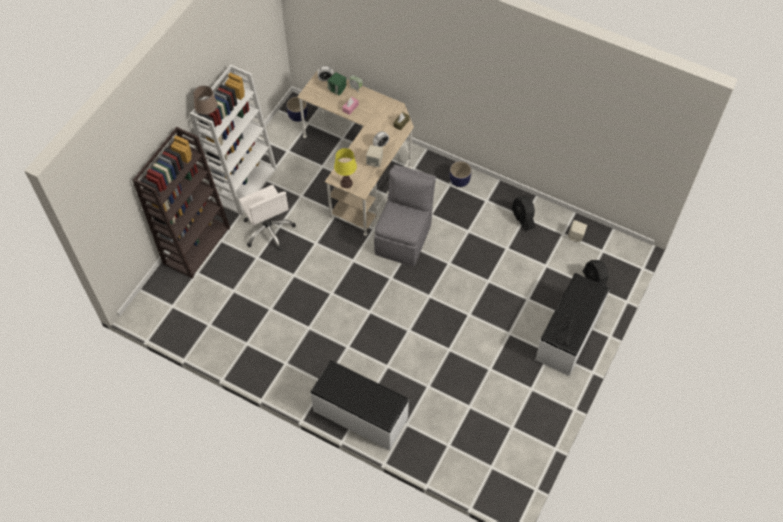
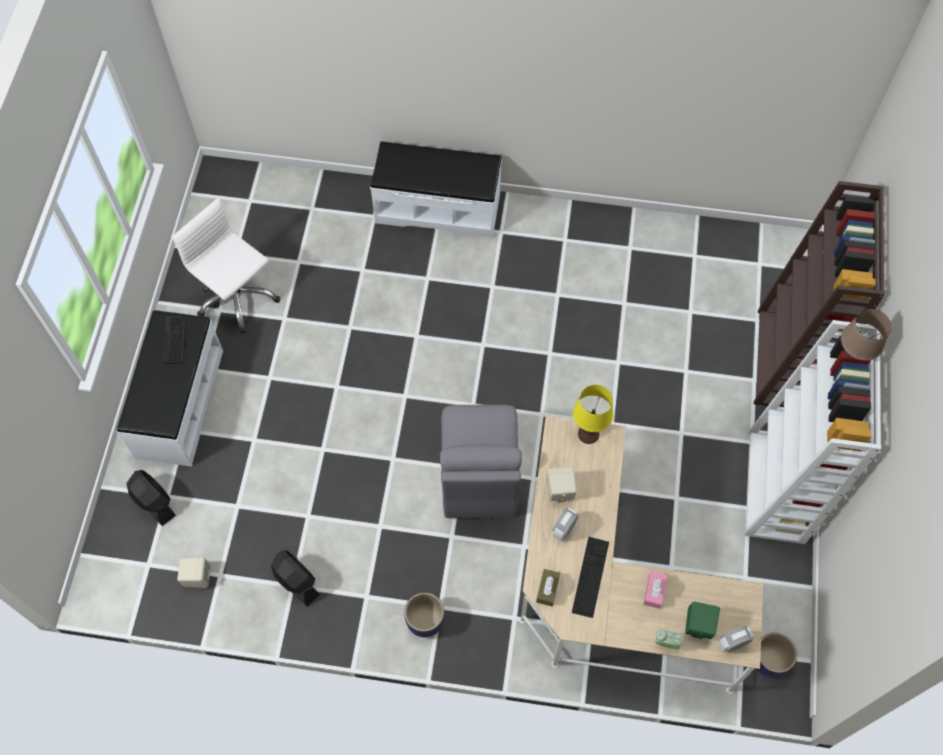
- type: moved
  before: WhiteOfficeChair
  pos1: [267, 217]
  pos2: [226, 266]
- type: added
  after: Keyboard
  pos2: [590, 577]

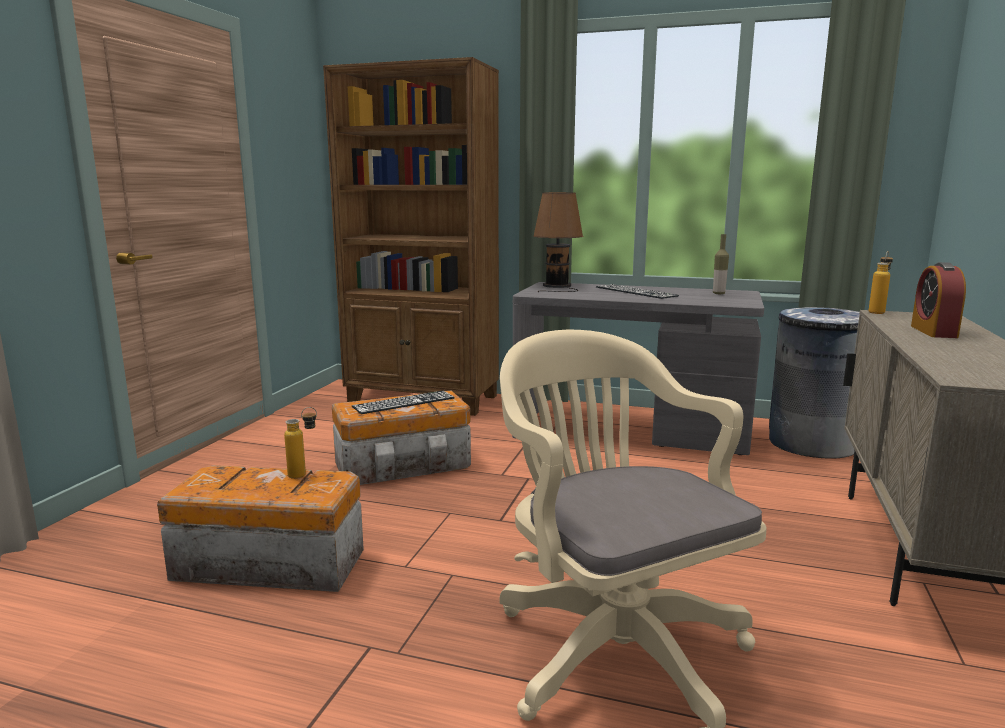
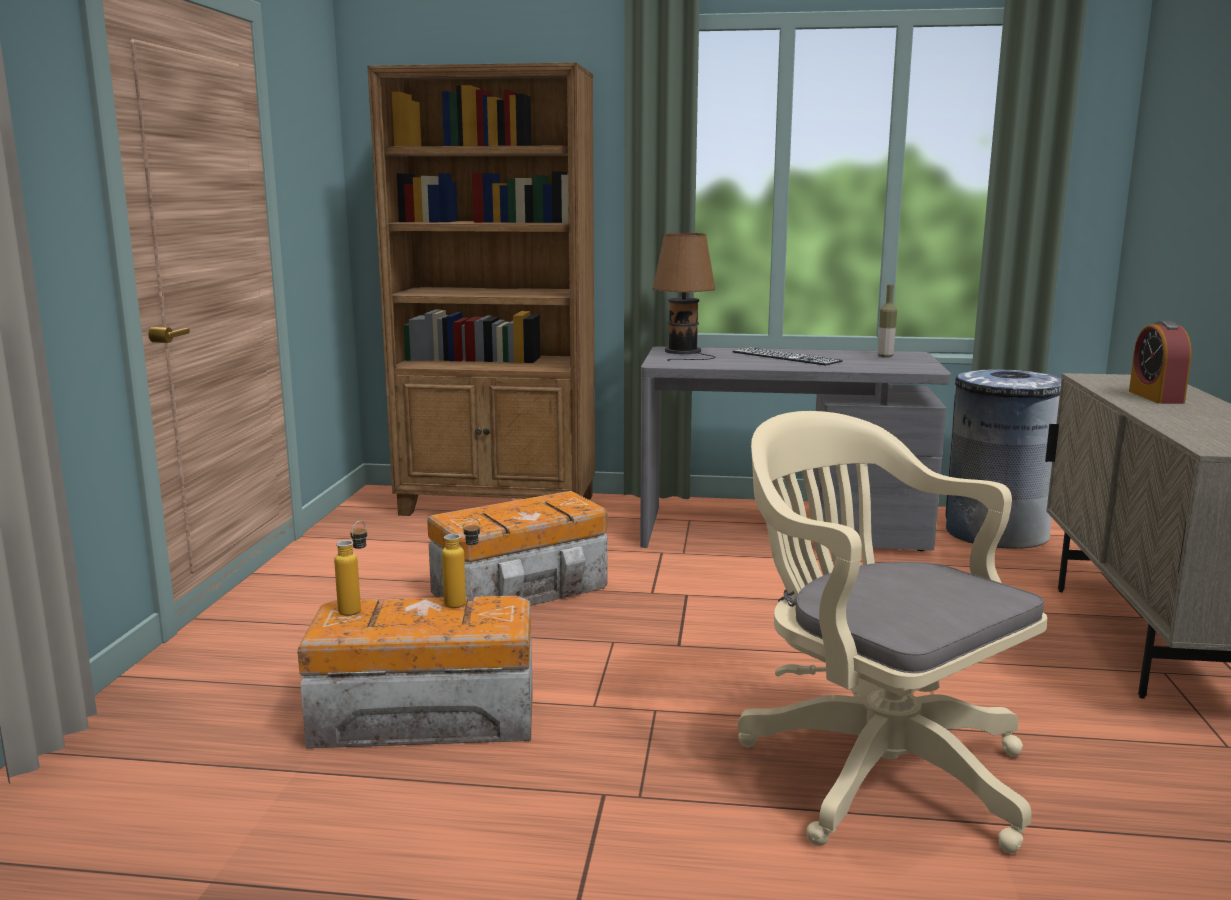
- type: moved
  before: Bottle
  pos1: [880, 282]
  pos2: [350, 568]
- type: removed
  before: Keyboard
  pos1: [403, 402]

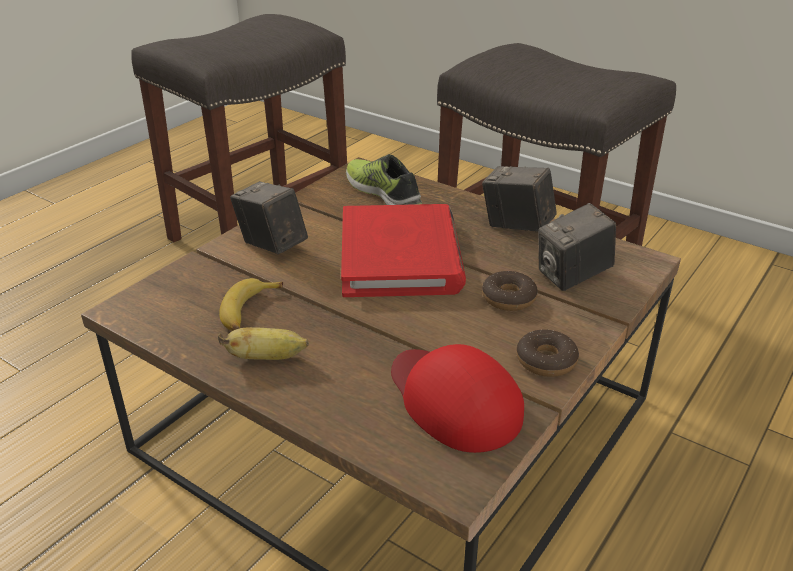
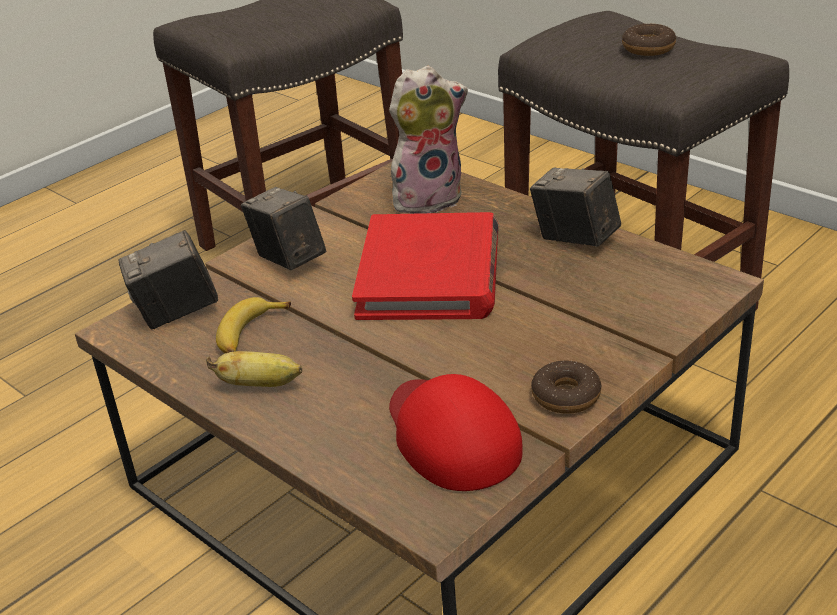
- type: moved
  before: PhotoCamera
  pos1: [577, 247]
  pos2: [168, 279]
- type: replaced
  before: Shoe
  after: PlushToy
  pos1: [384, 179]
  pos2: [428, 140]
- type: moved
  before: Donut
  pos1: [510, 291]
  pos2: [649, 40]

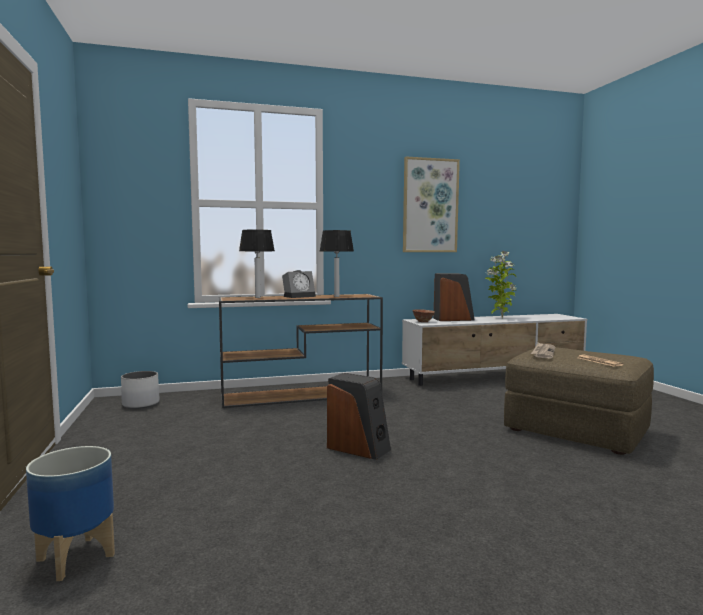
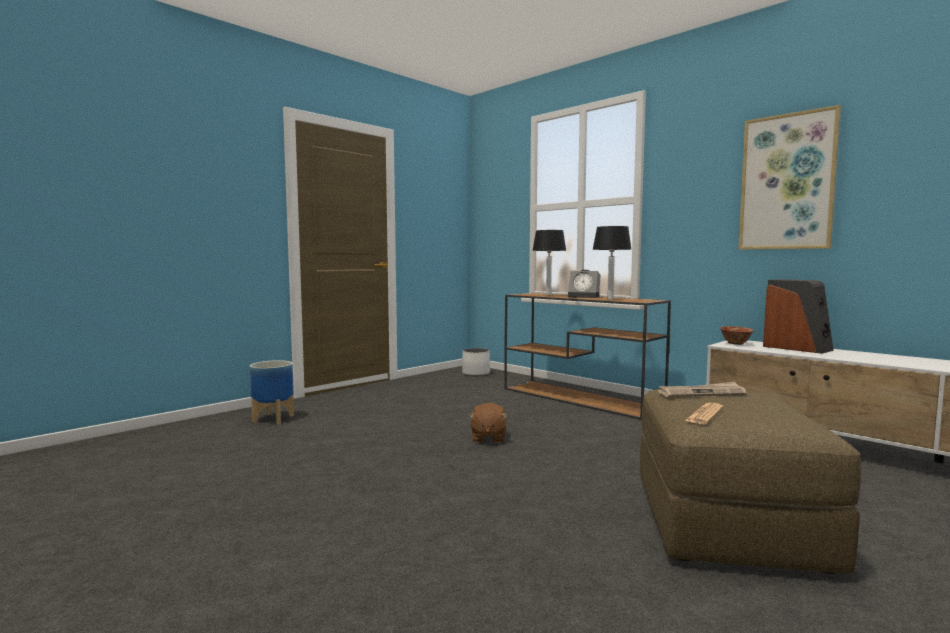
- type: replaced
  before: Speaker
  after: BrownPlushToy
  pos1: [359, 416]
  pos2: [488, 423]
- type: removed
  before: PottedPlant
  pos1: [501, 284]

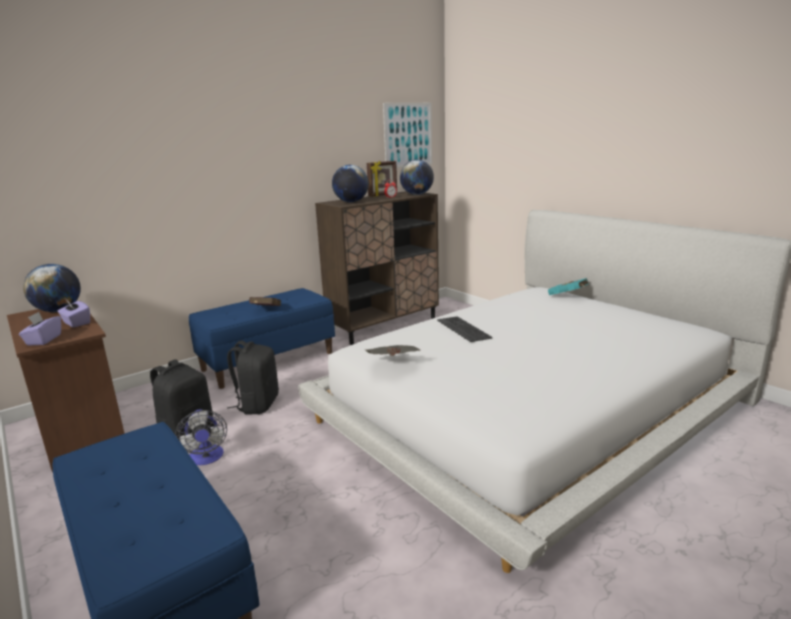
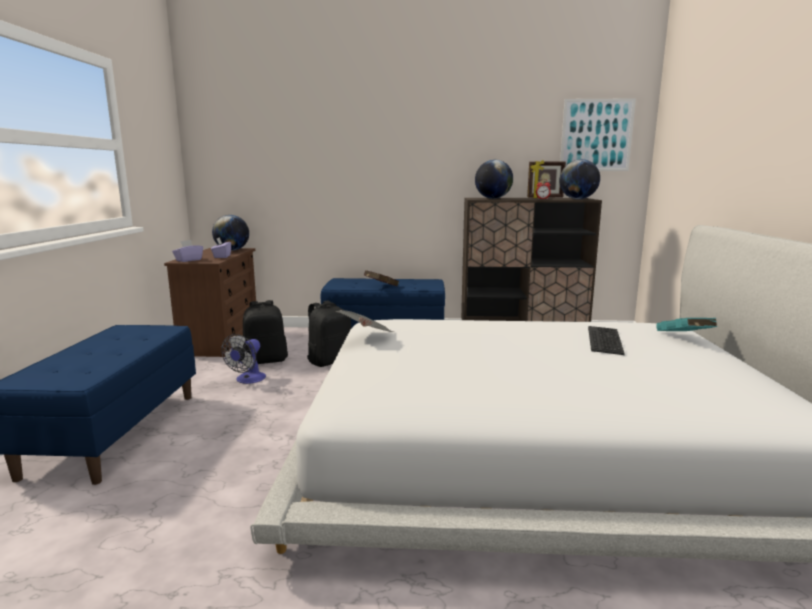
- type: moved
  before: Keyboard
  pos1: [464, 329]
  pos2: [606, 340]

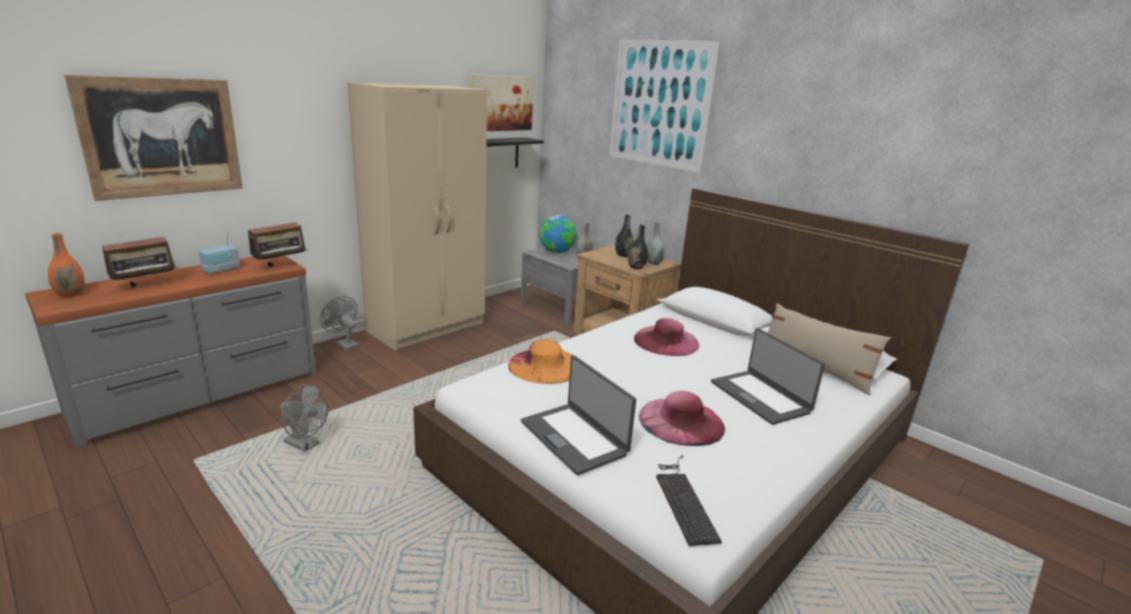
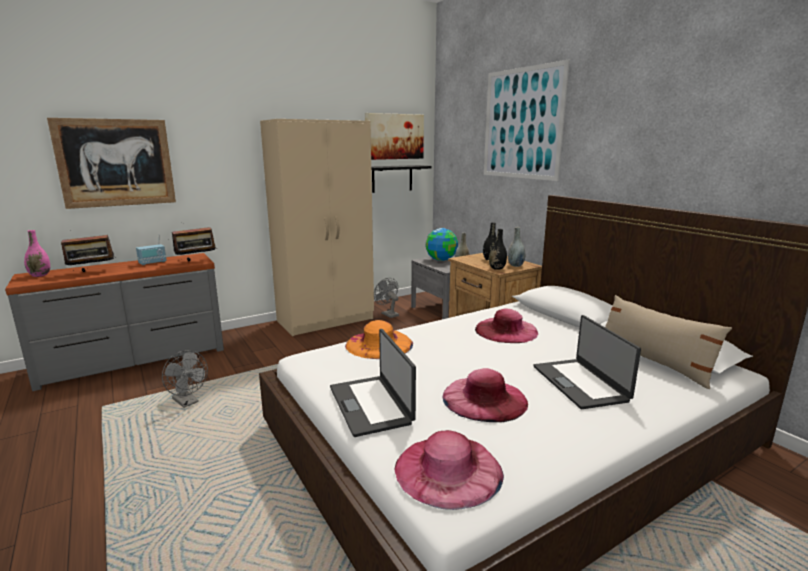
- type: recoloured
  before: OrangeVase
  after: PinkVase
  pos1: [66, 265]
  pos2: [37, 253]
- type: moved
  before: GreyFan
  pos1: [339, 323]
  pos2: [386, 298]
- type: replaced
  before: Keyboard
  after: PinkHat
  pos1: [689, 500]
  pos2: [449, 470]

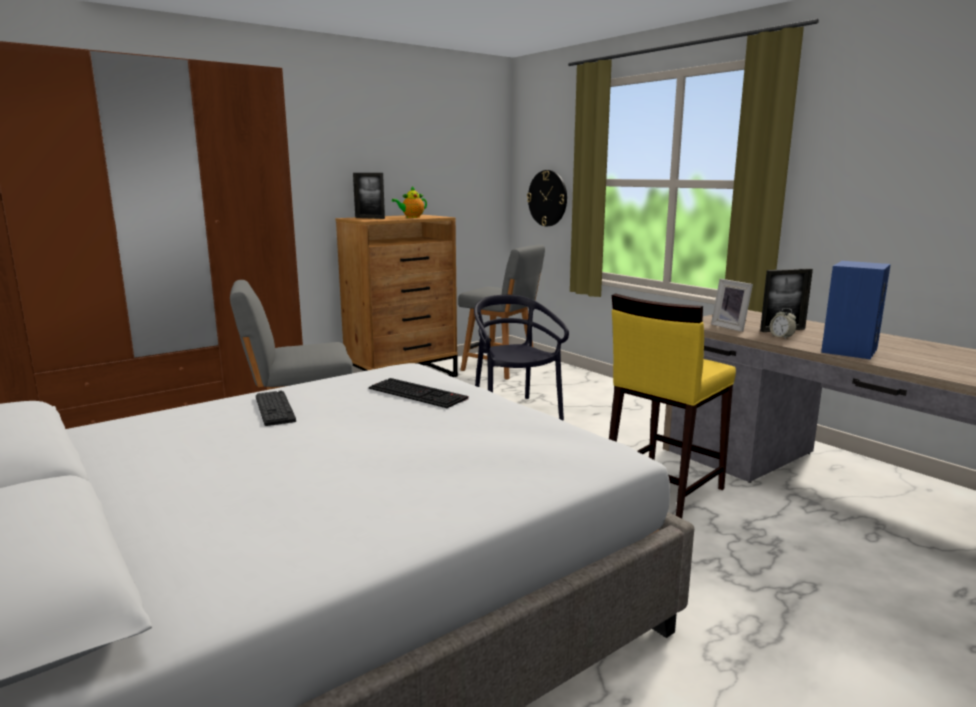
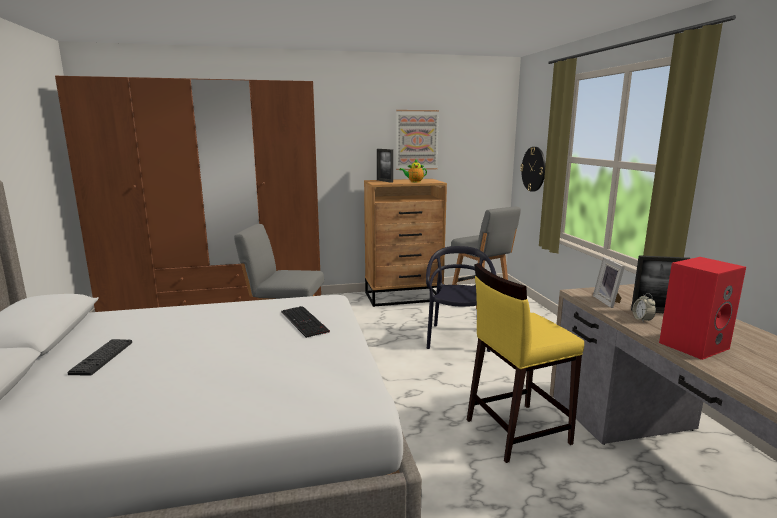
- type: moved
  before: Keyboard
  pos1: [276, 408]
  pos2: [99, 357]
- type: added
  after: Picture
  pos2: [417, 140]
- type: recoloured
  before: BlueSpeaker
  after: RedSpeaker
  pos1: [856, 310]
  pos2: [702, 308]

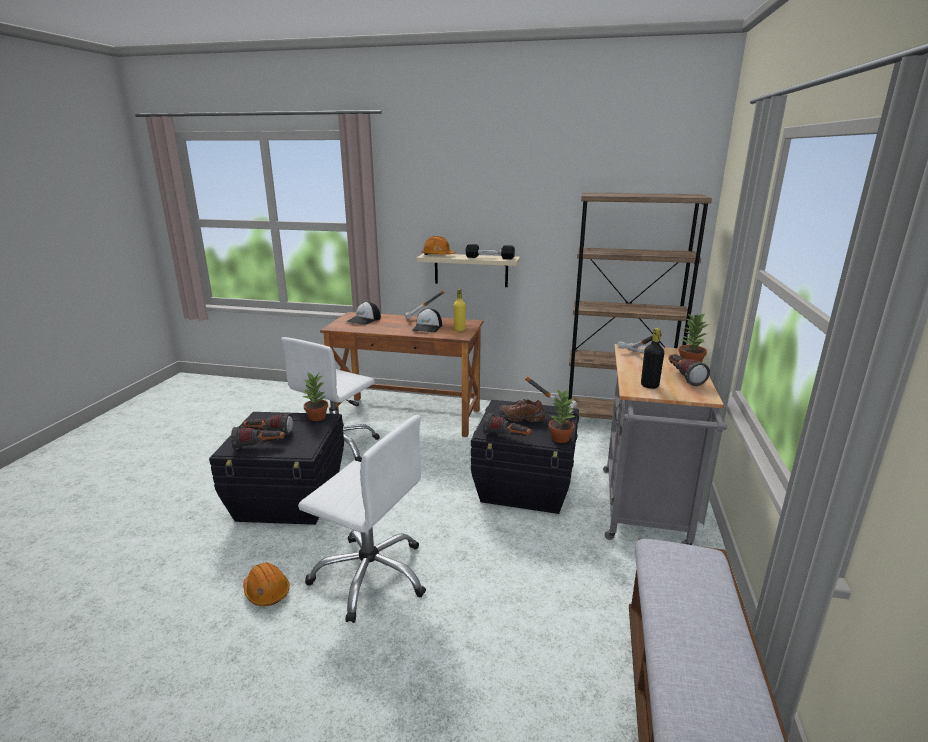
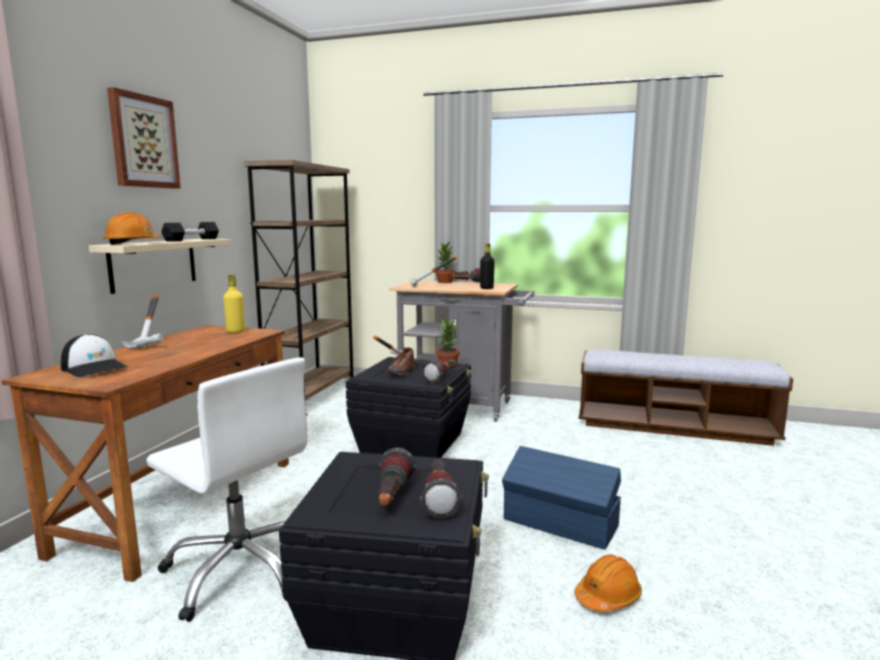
- type: added
  after: Picture
  pos2: [144, 138]
- type: replaced
  before: WhiteOfficeChair
  after: BlueStorageBox
  pos1: [362, 519]
  pos2: [561, 498]
- type: removed
  before: PottedPlant
  pos1: [314, 397]
- type: removed
  before: Cap
  pos1: [427, 320]

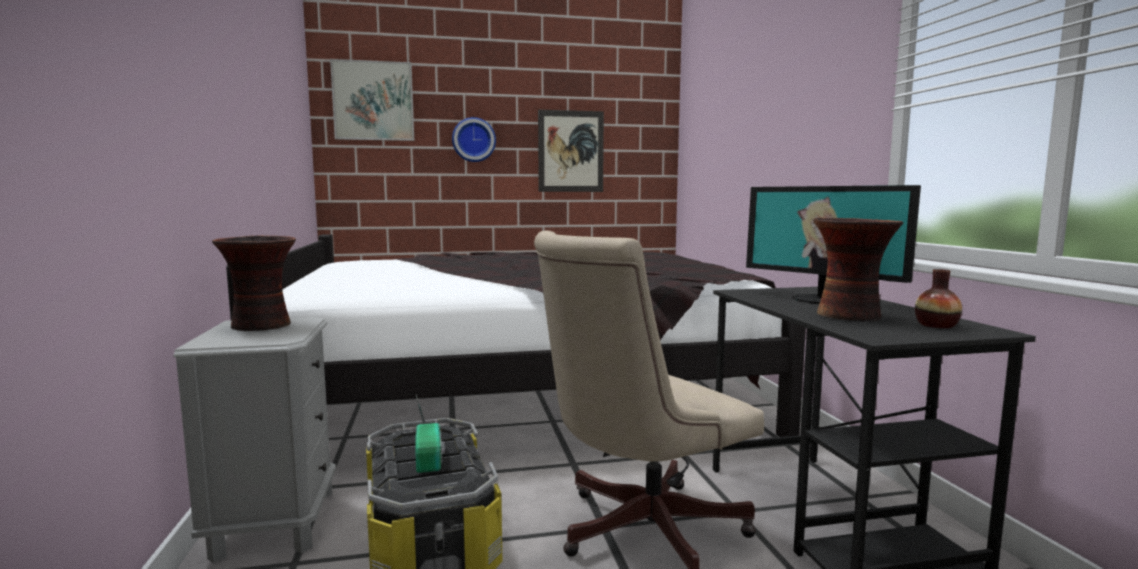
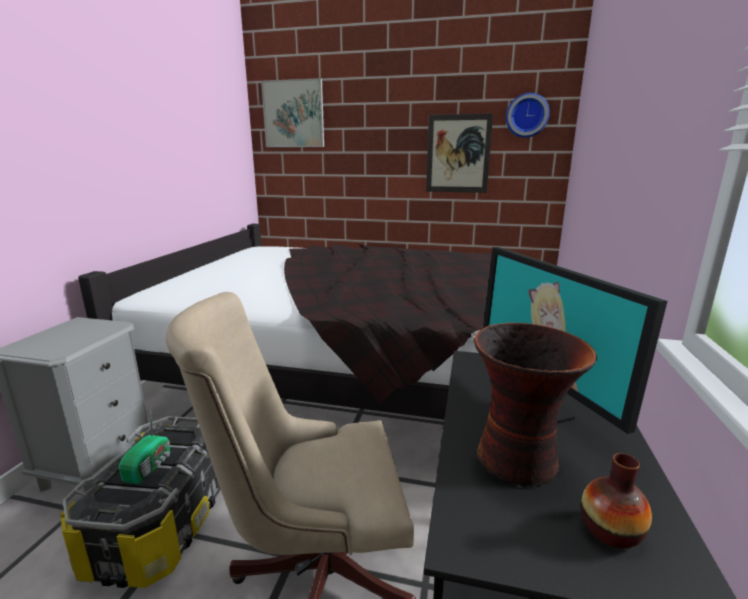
- type: moved
  before: WallClock
  pos1: [474, 139]
  pos2: [528, 115]
- type: removed
  before: Vase
  pos1: [254, 283]

